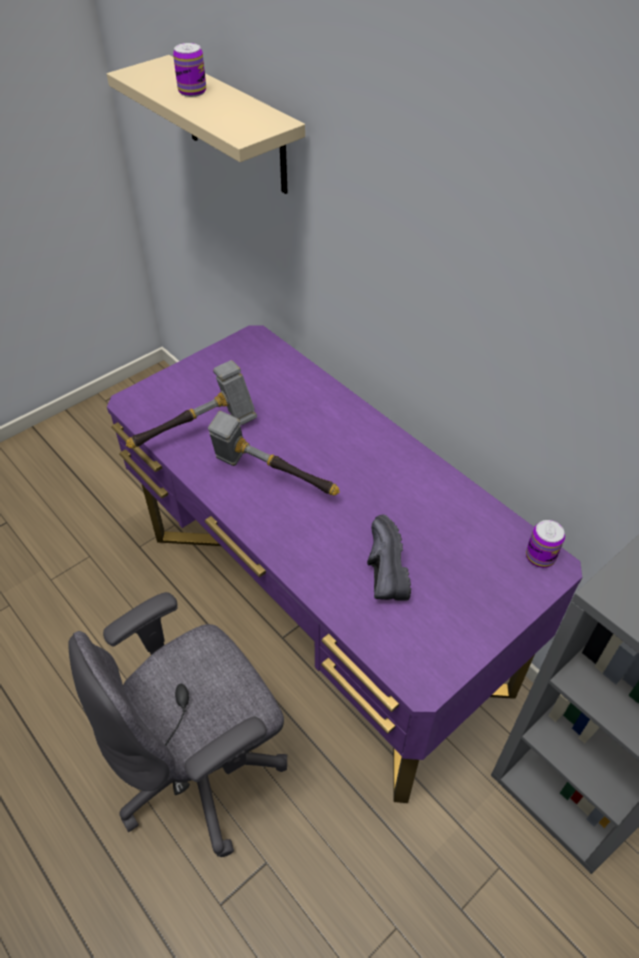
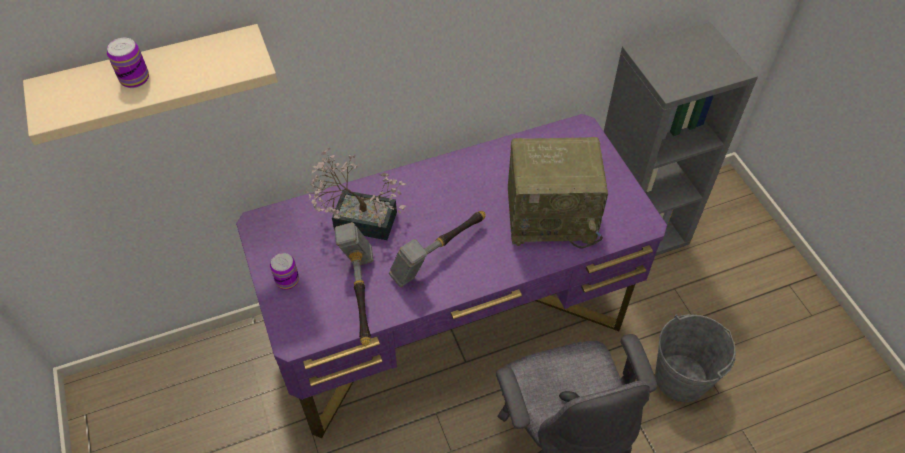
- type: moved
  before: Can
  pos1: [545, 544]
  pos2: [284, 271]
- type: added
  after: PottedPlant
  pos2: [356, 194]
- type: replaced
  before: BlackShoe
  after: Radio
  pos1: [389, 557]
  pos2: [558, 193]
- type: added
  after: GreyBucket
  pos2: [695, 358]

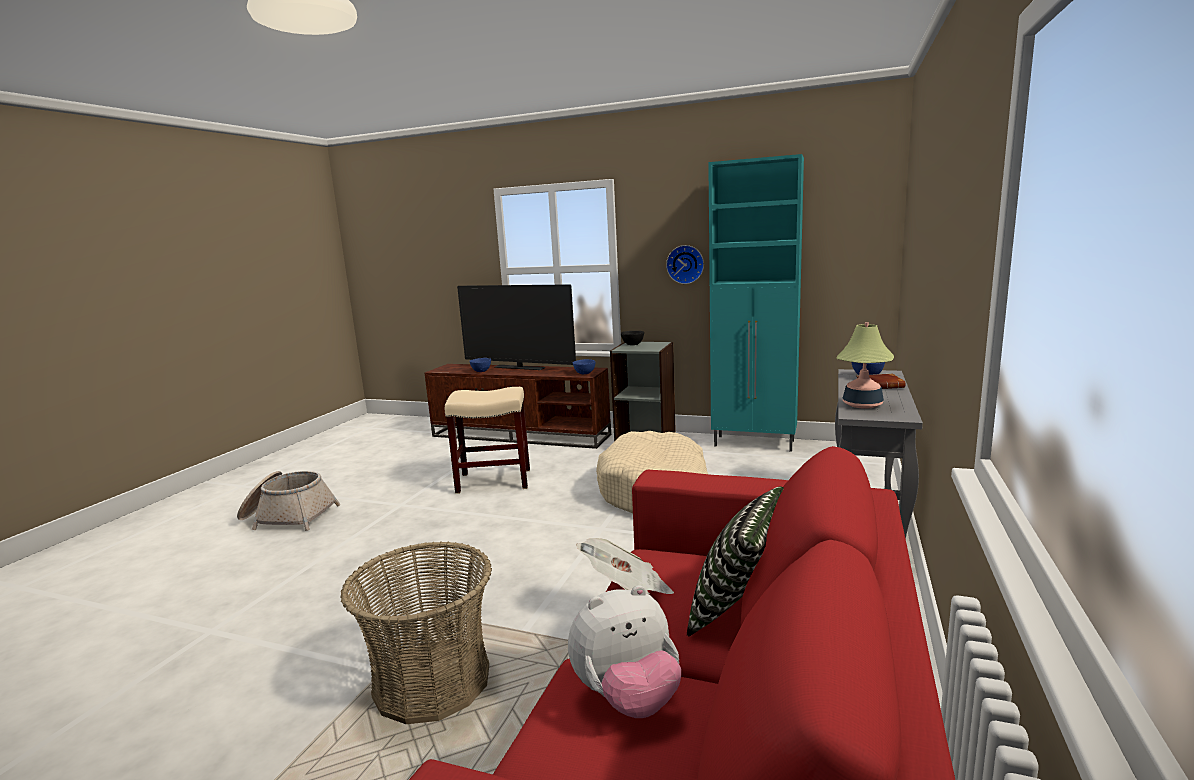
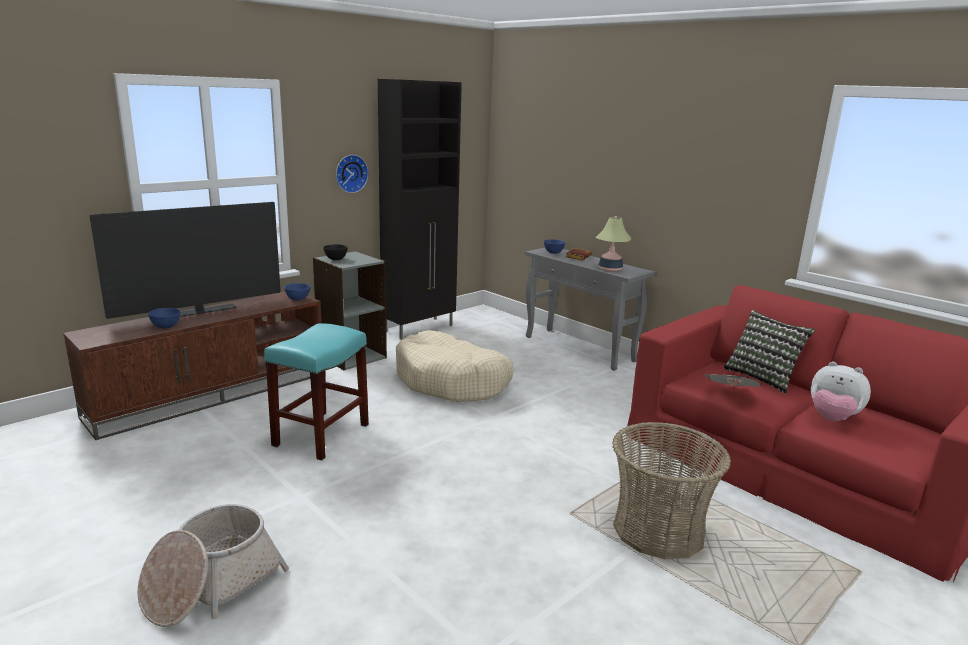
- type: recoloured
  before: BeigeStool
  after: TurquoiseStool
  pos1: [487, 440]
  pos2: [316, 392]
- type: recoloured
  before: TurquoiseCabinet
  after: BlackCabinet
  pos1: [756, 303]
  pos2: [420, 209]
- type: turned
  before: PlushToy
  pos1: [624, 651]
  pos2: [841, 391]
  turn: 120

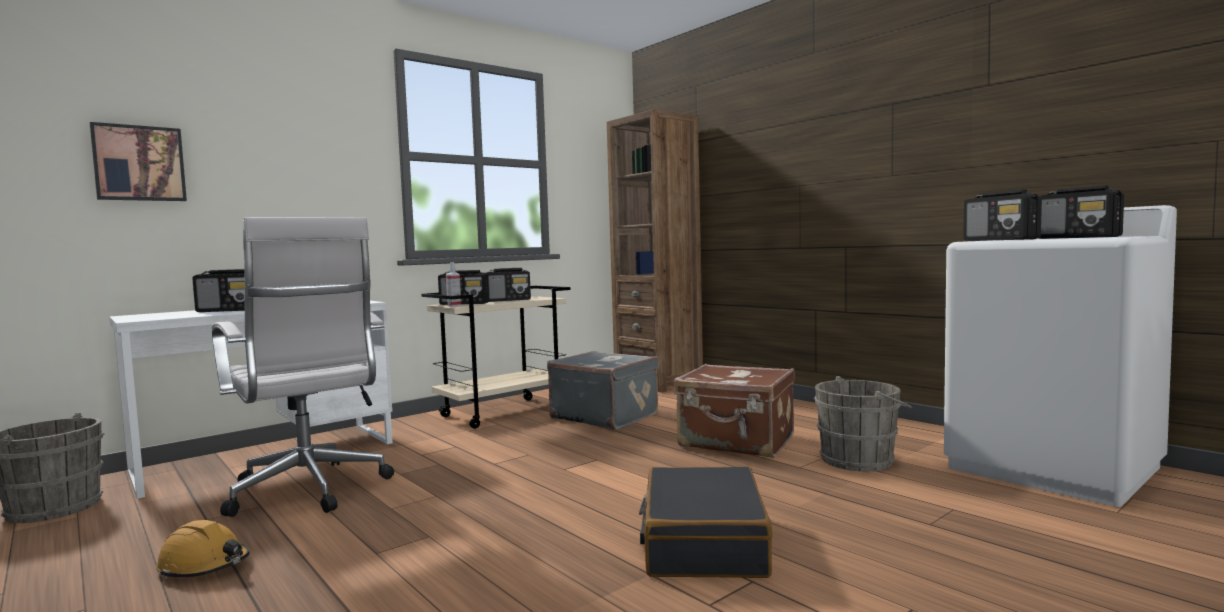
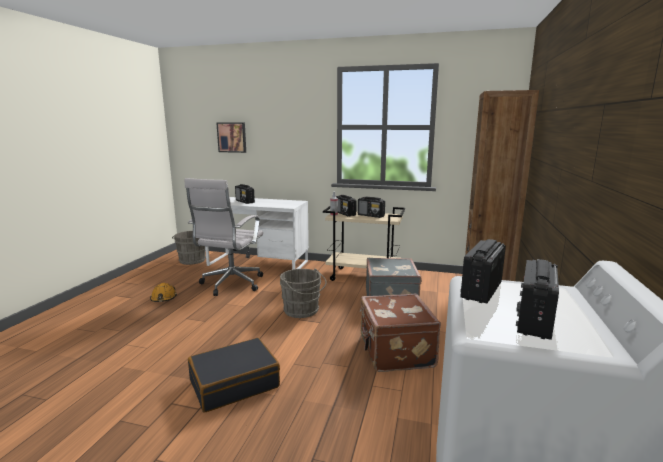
- type: moved
  before: GreyBucket
  pos1: [863, 423]
  pos2: [303, 293]

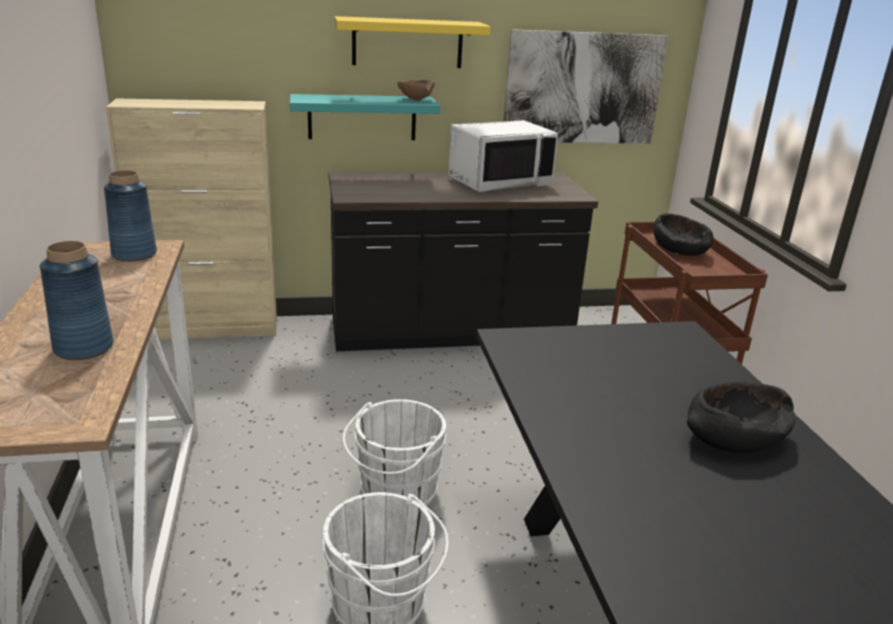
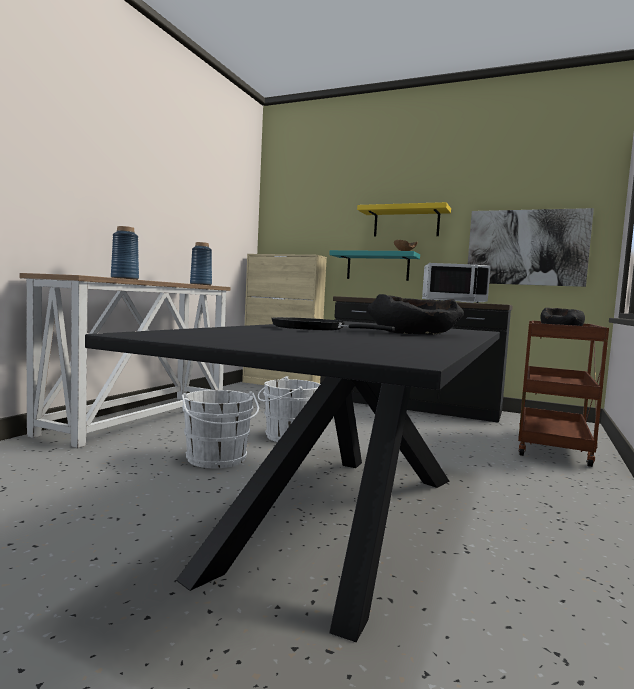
- type: added
  after: BlackFryingPan
  pos2: [333, 324]

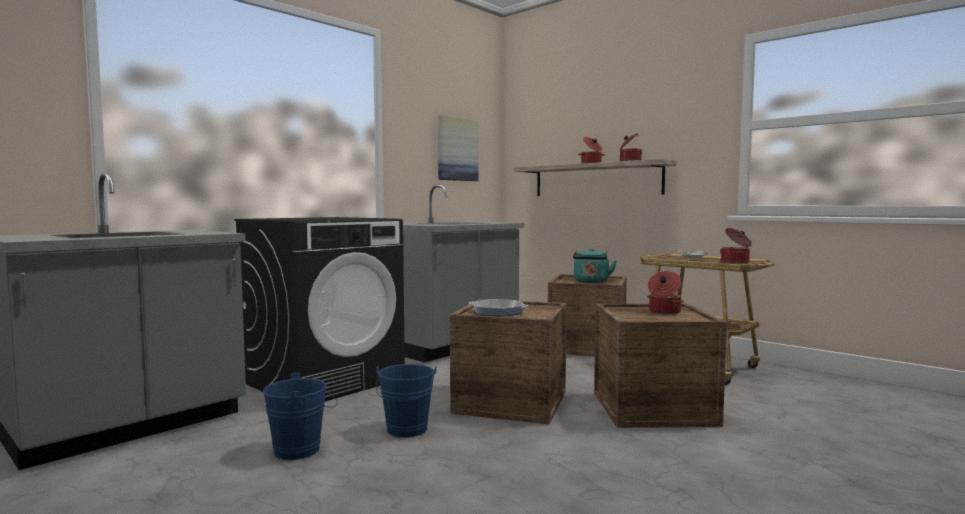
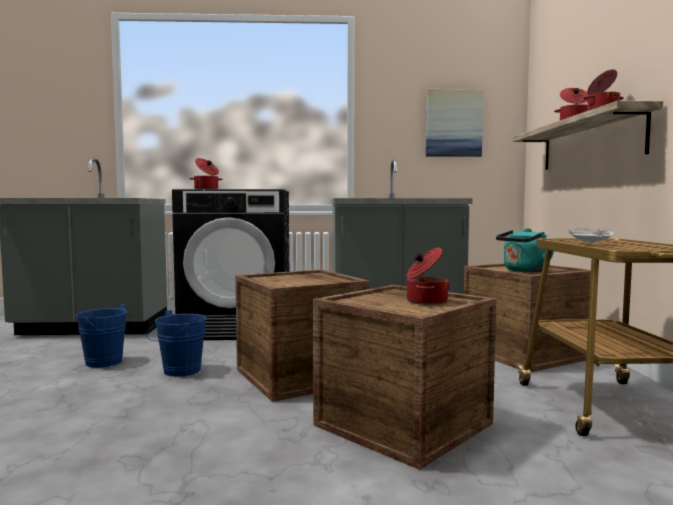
- type: moved
  before: CookingPot
  pos1: [736, 246]
  pos2: [206, 173]
- type: removed
  before: FryingPan
  pos1: [499, 308]

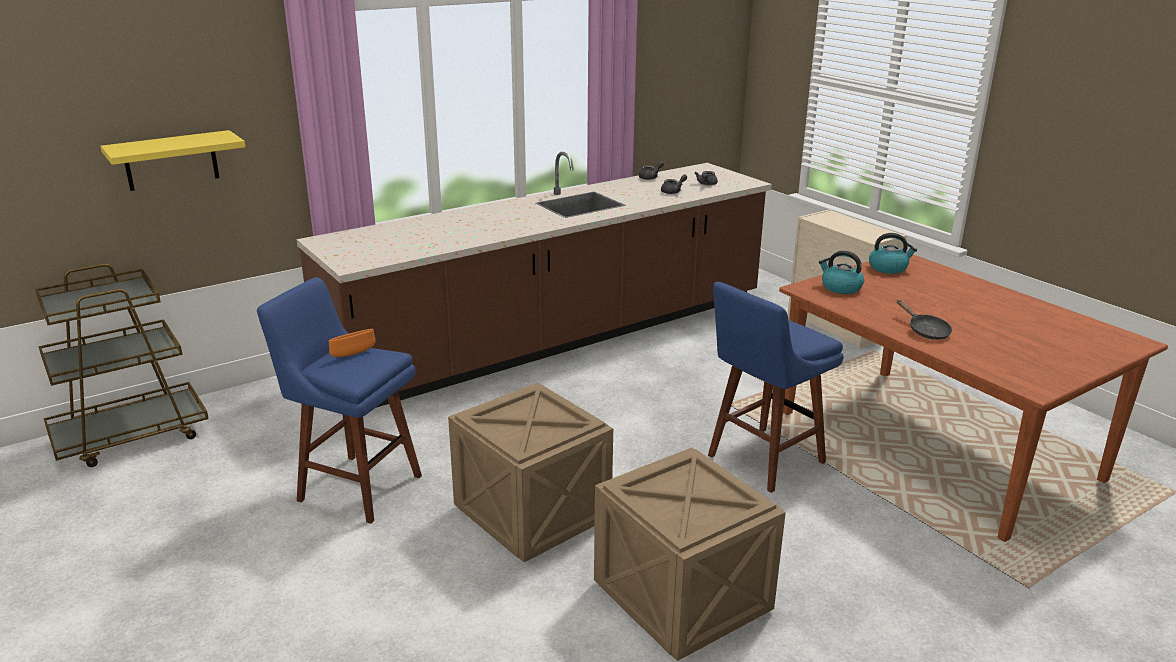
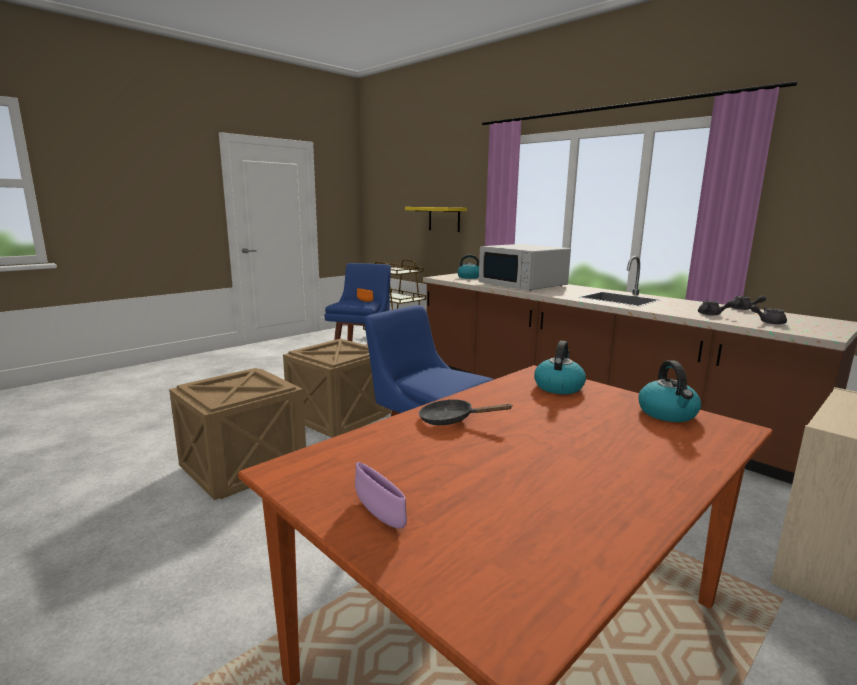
- type: added
  after: PurpleBowl
  pos2: [381, 495]
- type: turned
  before: BlackFryingPan
  pos1: [924, 320]
  pos2: [465, 412]
  turn: 45
- type: added
  after: Kettle
  pos2: [468, 267]
- type: added
  after: WhiteMicrowave
  pos2: [525, 267]

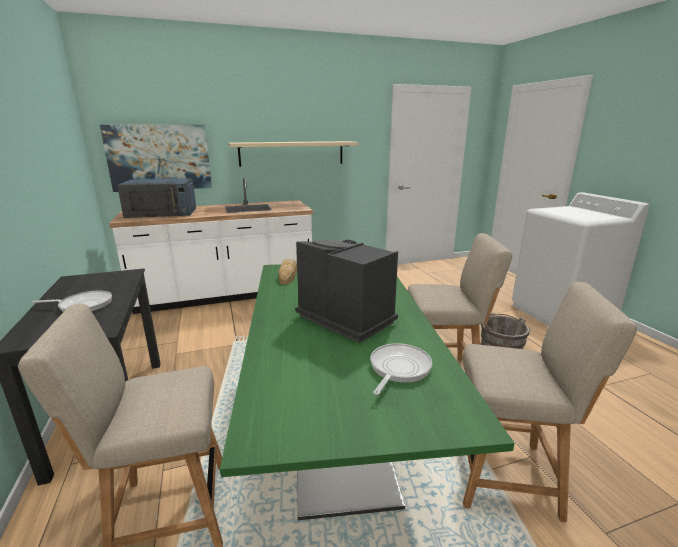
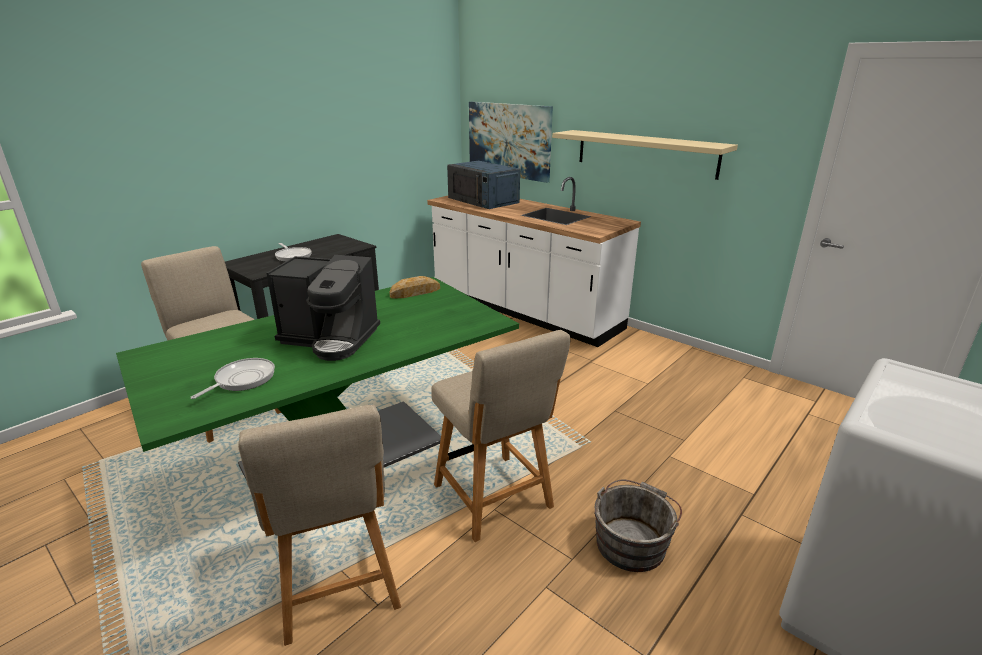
- type: turned
  before: FryingPan
  pos1: [401, 369]
  pos2: [233, 378]
  turn: -60
- type: turned
  before: CoffeeMachine
  pos1: [346, 291]
  pos2: [323, 308]
  turn: 90

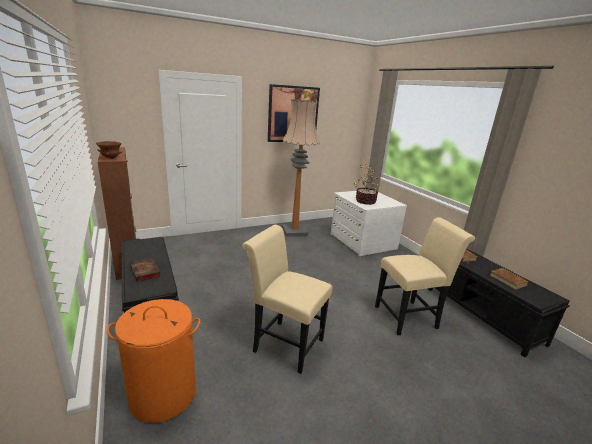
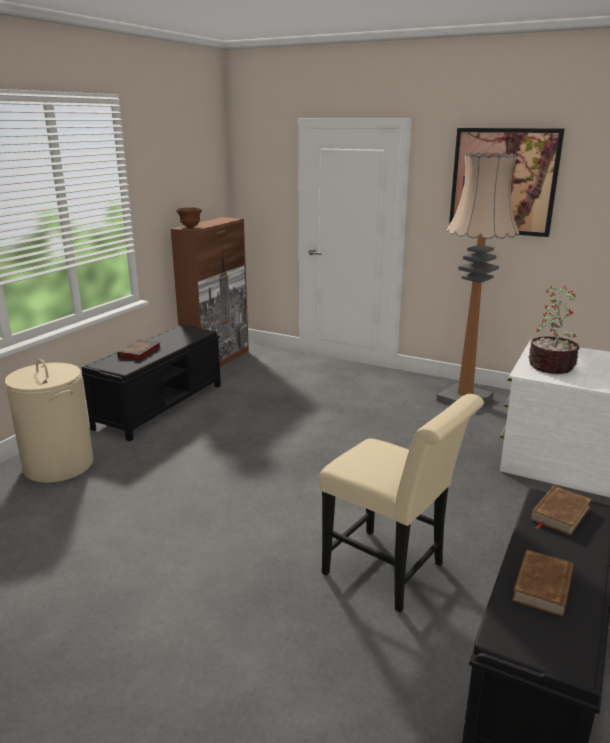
- type: recoloured
  before: OrangeLaundryBasket
  after: BeigeLaundryBasket
  pos1: [154, 361]
  pos2: [49, 421]
- type: removed
  before: BeigeChair
  pos1: [287, 299]

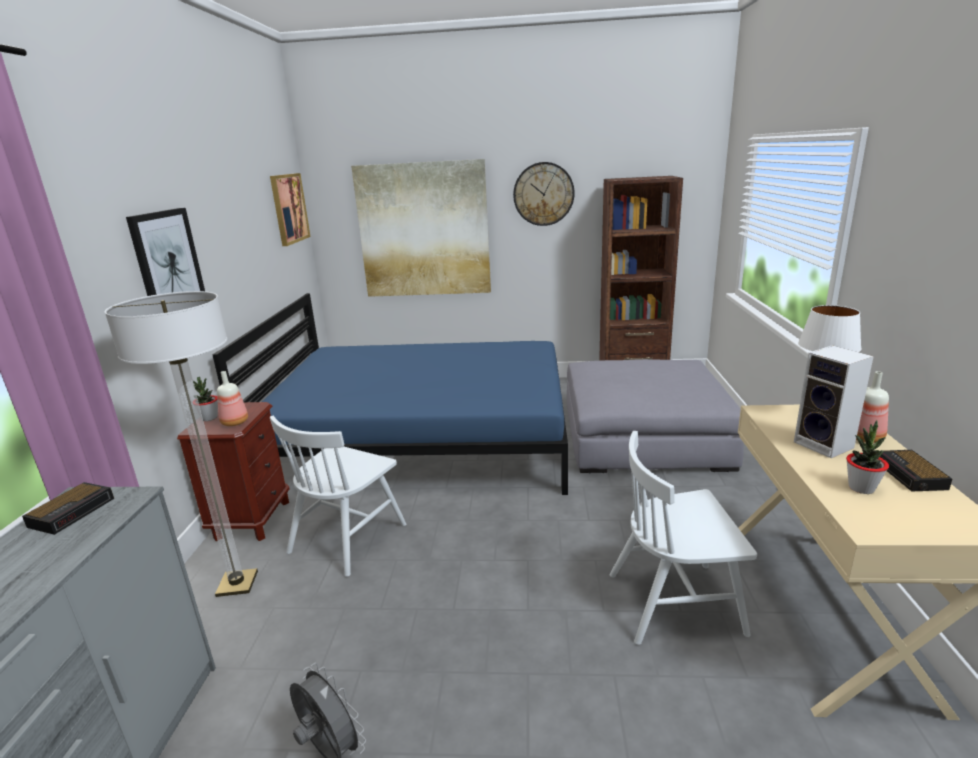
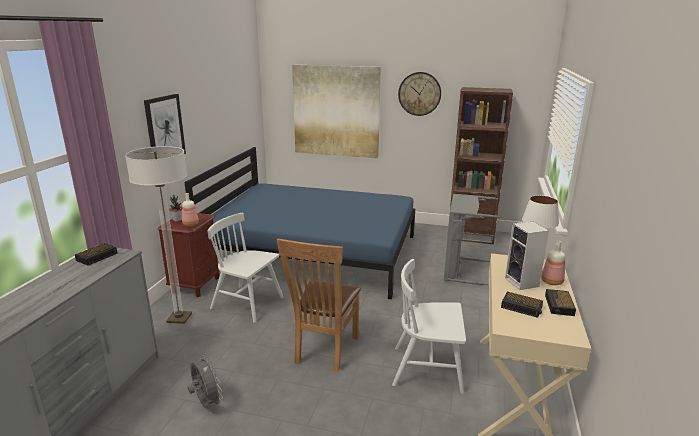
- type: turned
  before: WhiteChair
  pos1: [338, 496]
  pos2: [245, 268]
  turn: 75
- type: added
  after: BrownChair
  pos2: [319, 305]
- type: replaced
  before: GreyOttoman
  after: GreyLaundryBasket
  pos1: [655, 416]
  pos2: [471, 240]
- type: replaced
  before: PottedPlant
  after: AlarmClock
  pos1: [867, 457]
  pos2: [522, 305]
- type: removed
  before: Picture
  pos1: [290, 209]

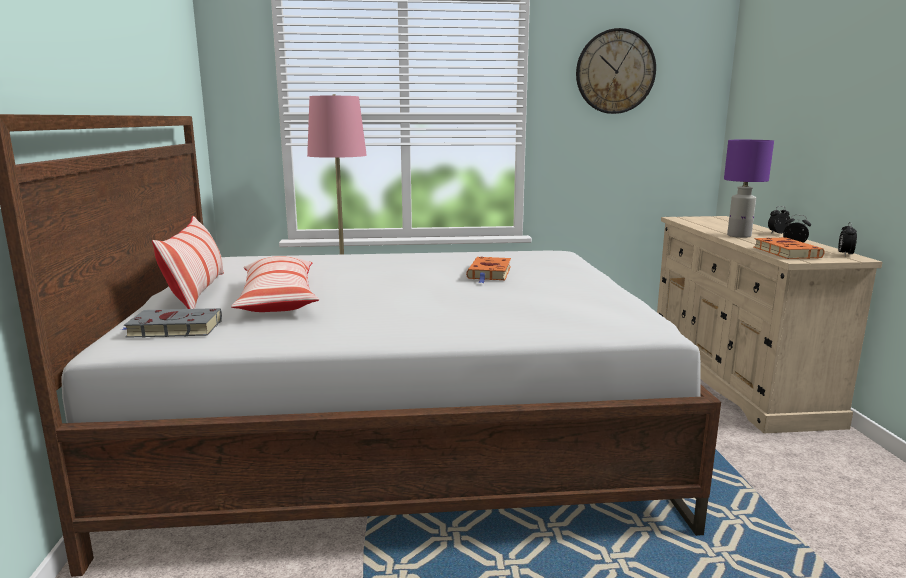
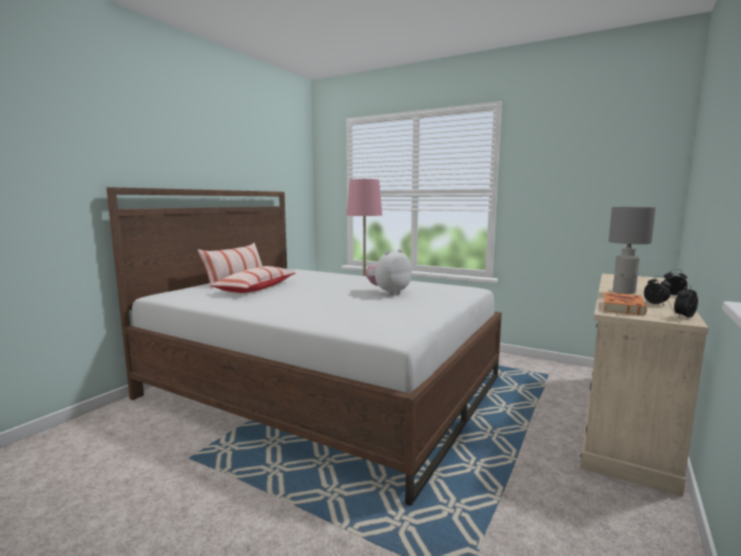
- type: replaced
  before: OrangeBook
  after: PlushToy
  pos1: [488, 270]
  pos2: [388, 272]
- type: recoloured
  before: PurpleTableLamp
  after: GreyTableLamp
  pos1: [749, 189]
  pos2: [632, 250]
- type: removed
  before: GreyBook
  pos1: [172, 323]
- type: removed
  before: WallClock
  pos1: [616, 71]

